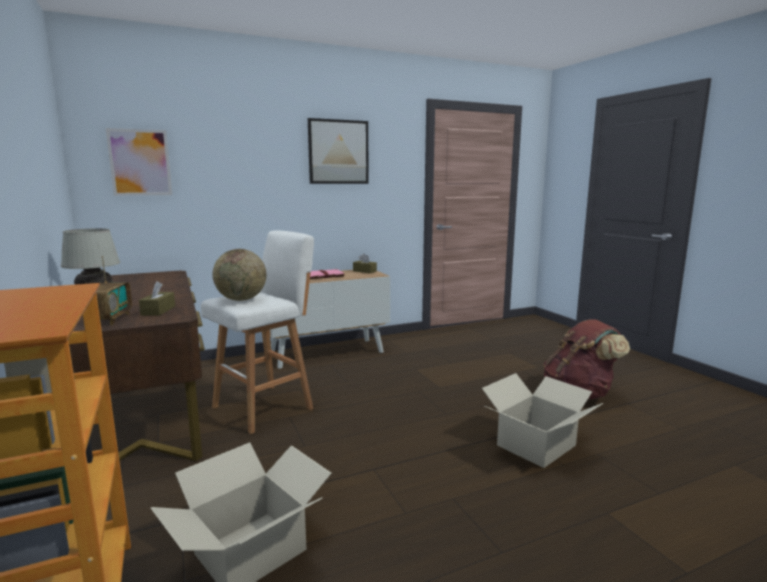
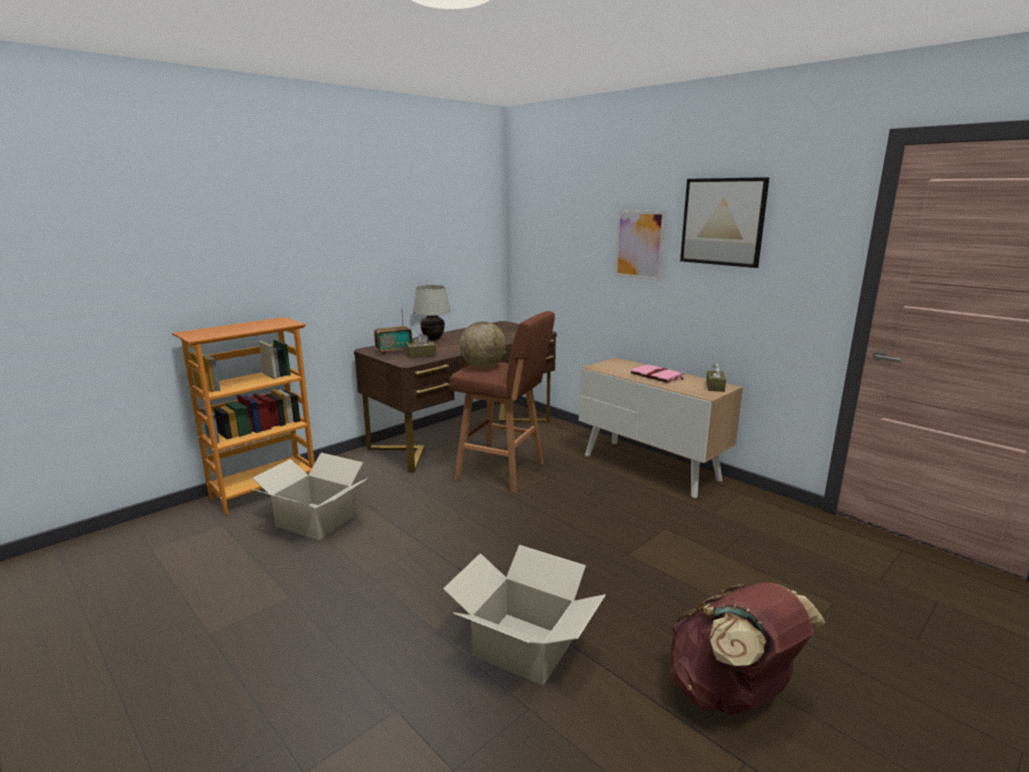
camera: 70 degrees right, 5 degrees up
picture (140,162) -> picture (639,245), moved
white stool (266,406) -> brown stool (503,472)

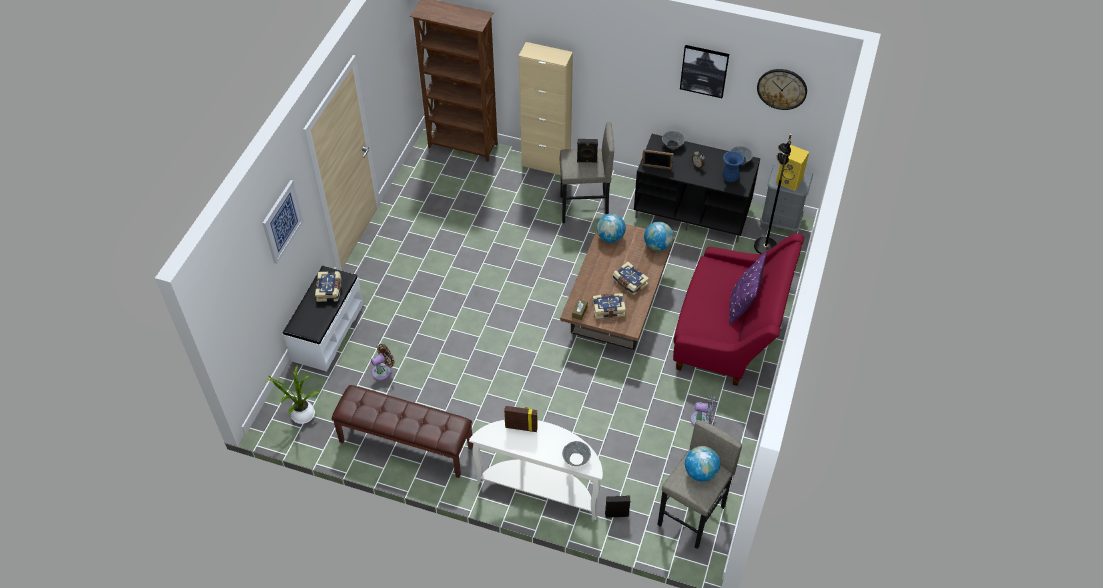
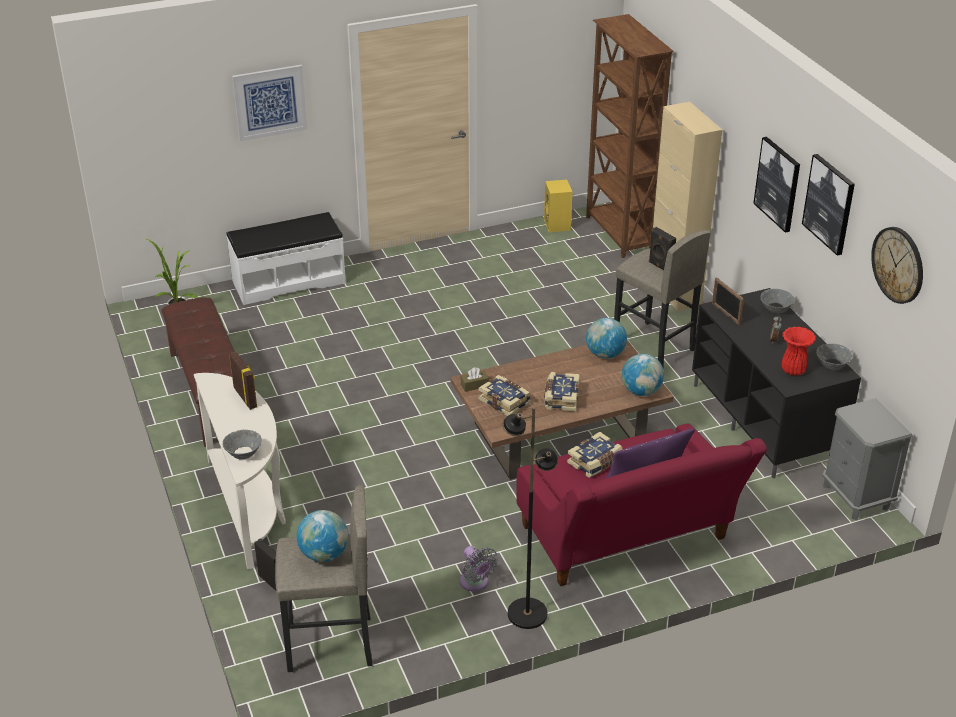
camera: 50 degrees right, 15 degrees down
brown fan (383,371) -> none
none -> picture (778,184)
book (330,290) -> book (595,462), moved
black floor lamp (765,246) -> black floor lamp (526,613), moved
yellow speaker (790,180) -> yellow speaker (558,225), moved
blue vase (730,178) -> red vase (792,370)

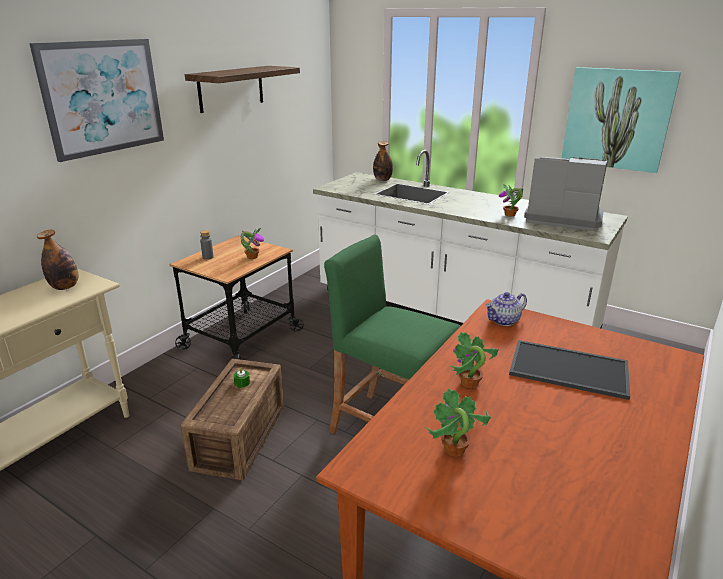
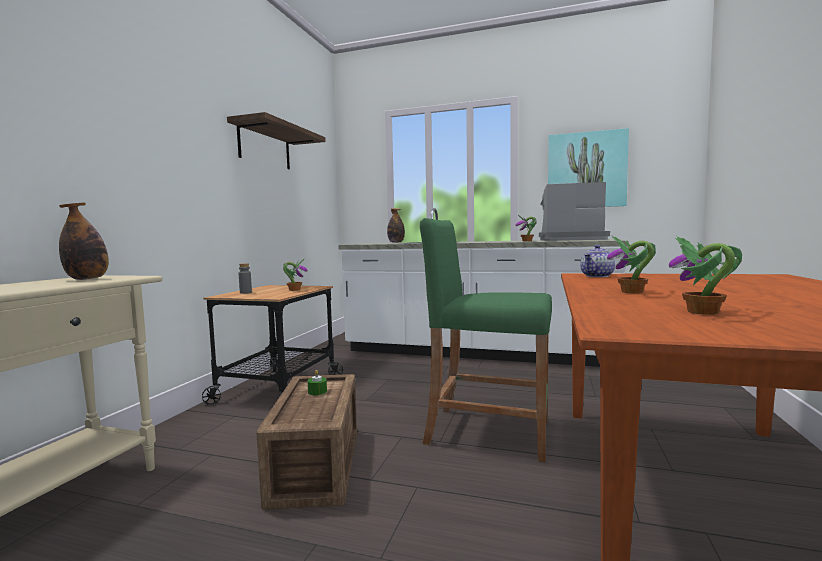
camera: 15 degrees left, 20 degrees down
picture (103,97) -> none
tray (567,370) -> none

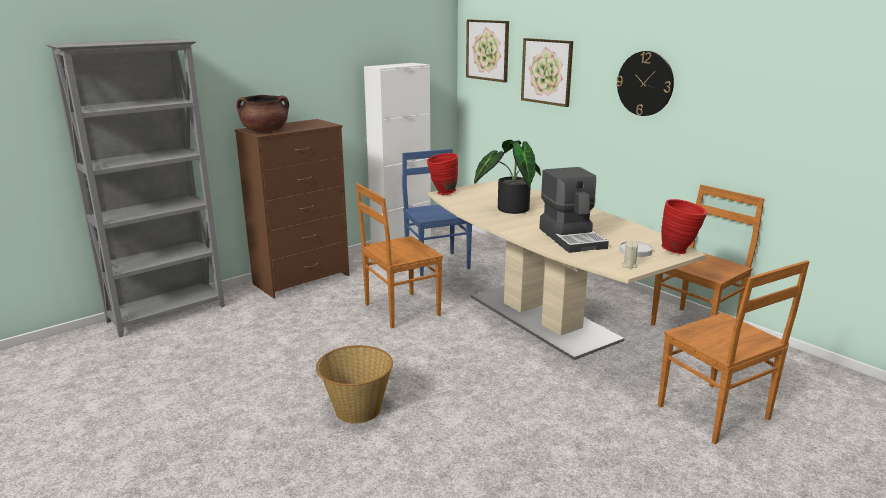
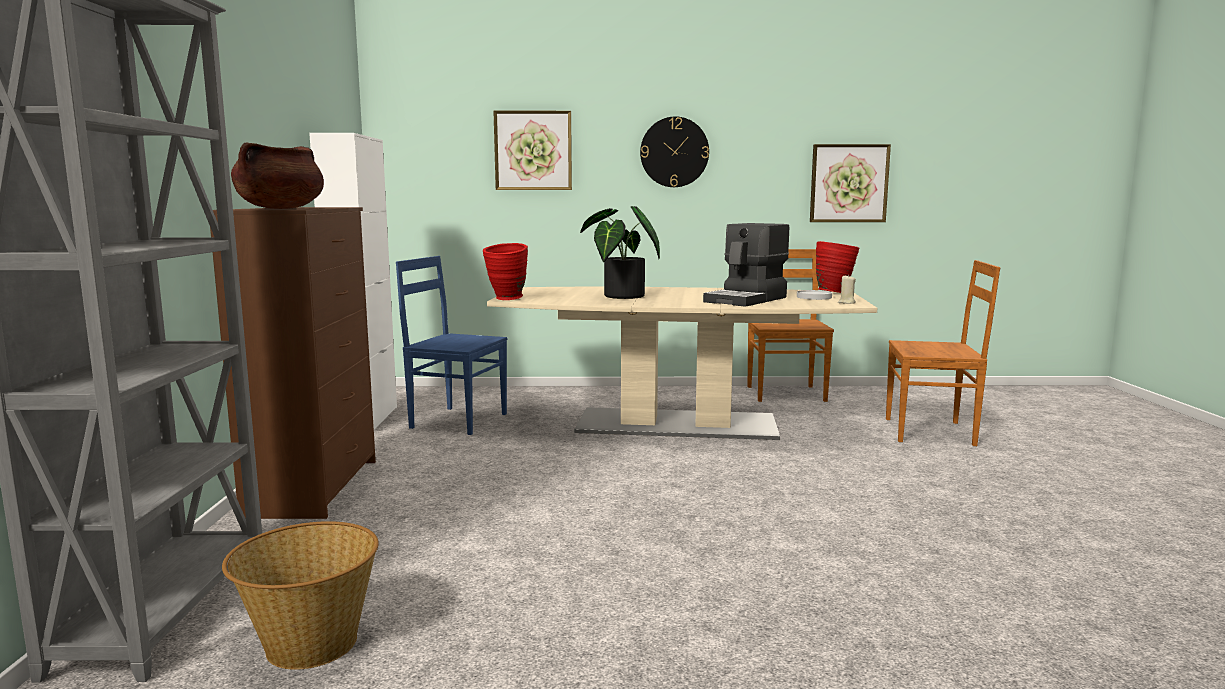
camera: 50 degrees left, 10 degrees down
brown chair (400,310) -> none
basket (357,410) -> basket (310,645), moved
picture (487,50) -> picture (849,183), moved
coffee machine (572,238) -> coffee machine (747,300), 105 degrees clockwise

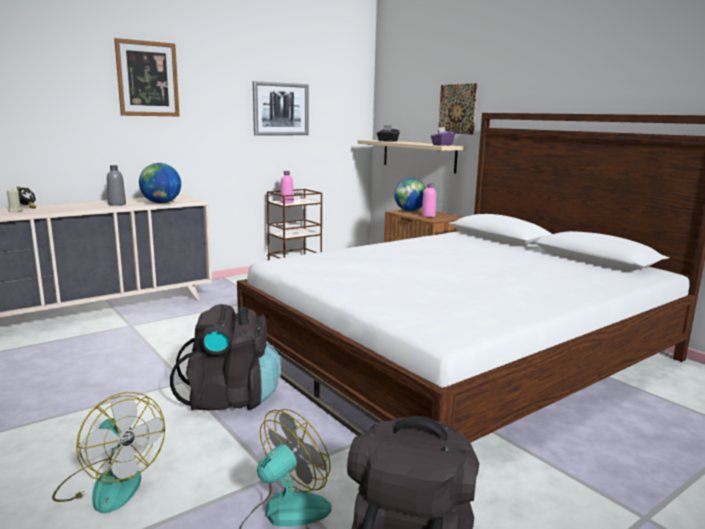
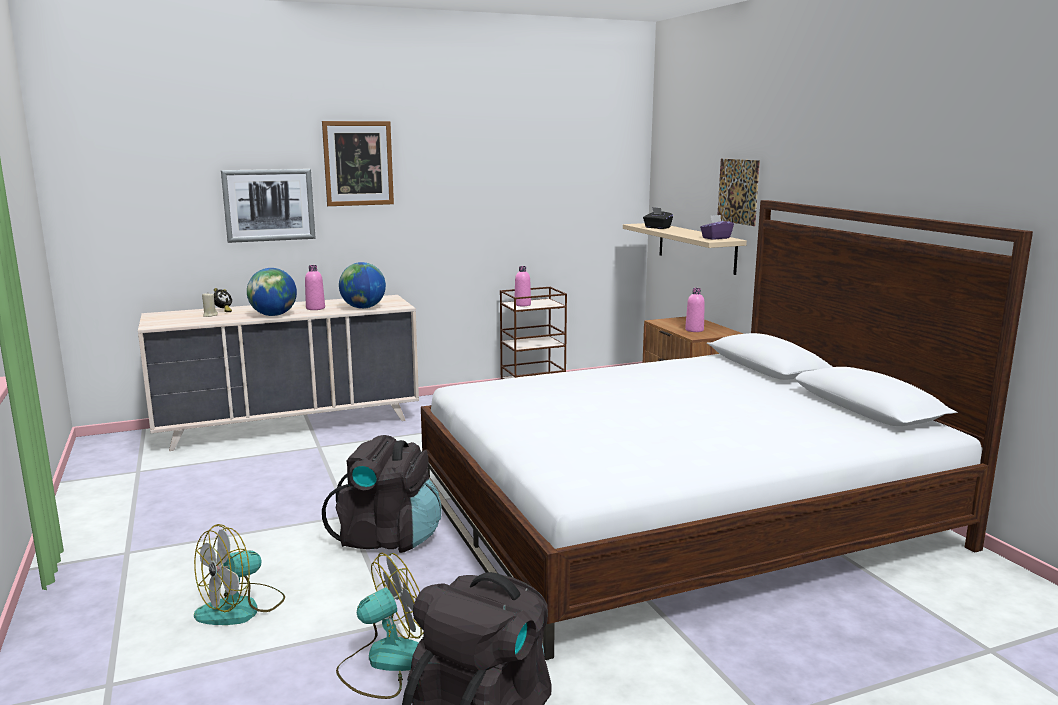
camera: 15 degrees right, 0 degrees up
picture (281,109) -> picture (269,205), moved
globe (410,211) -> globe (273,315), moved
grey bottle (117,204) -> pink bottle (315,308)
fan (110,483) -> fan (241,608), 75 degrees clockwise

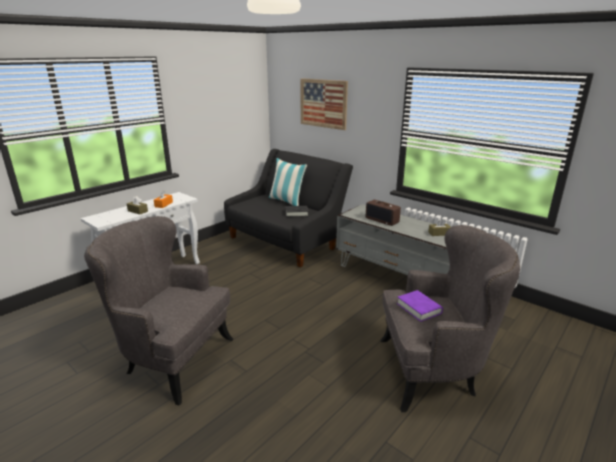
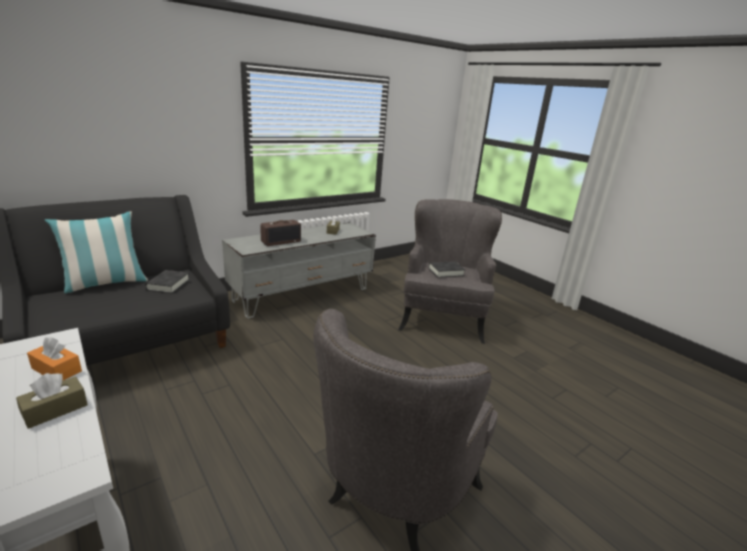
camera: 80 degrees left, 0 degrees up
picture (323,103) -> none
purple book (419,308) -> black book (446,272)

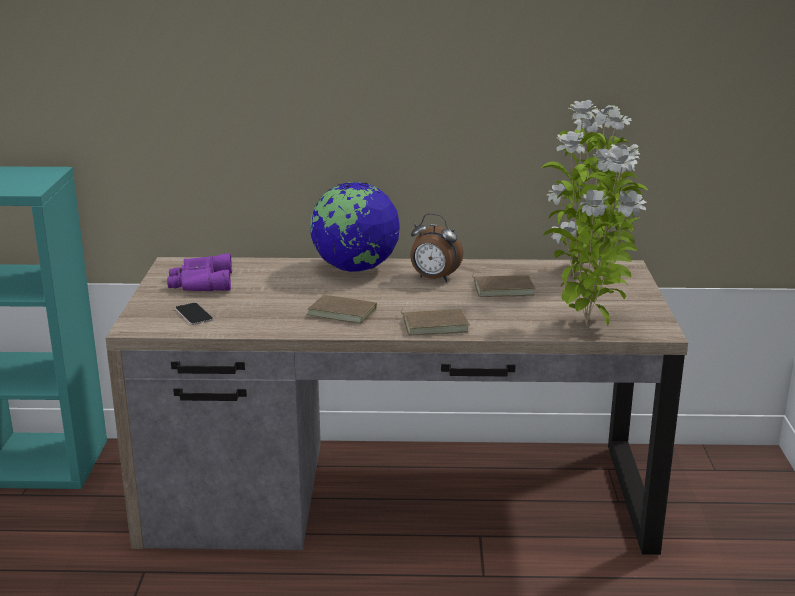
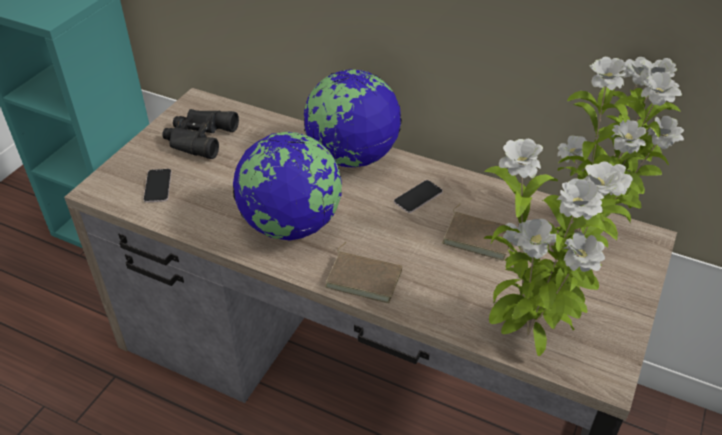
camera: 25 degrees right, 20 degrees up
brown book (343,312) -> globe (291,225)
alarm clock (434,279) -> phone (418,197)
purple binoculars (200,283) -> black binoculars (198,138)

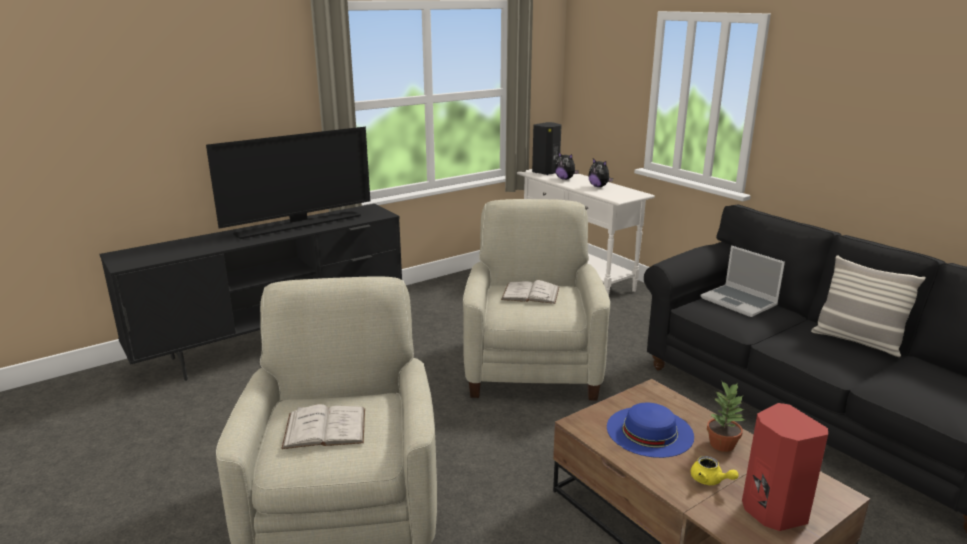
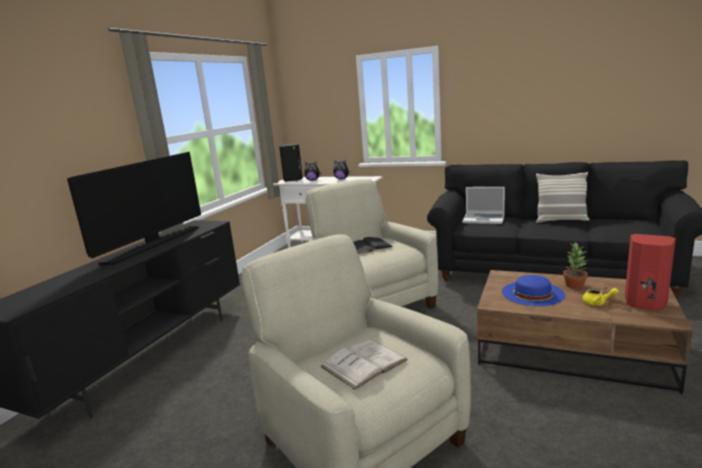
camera: 30 degrees left, 5 degrees down
white book (530,293) -> black book (368,246)

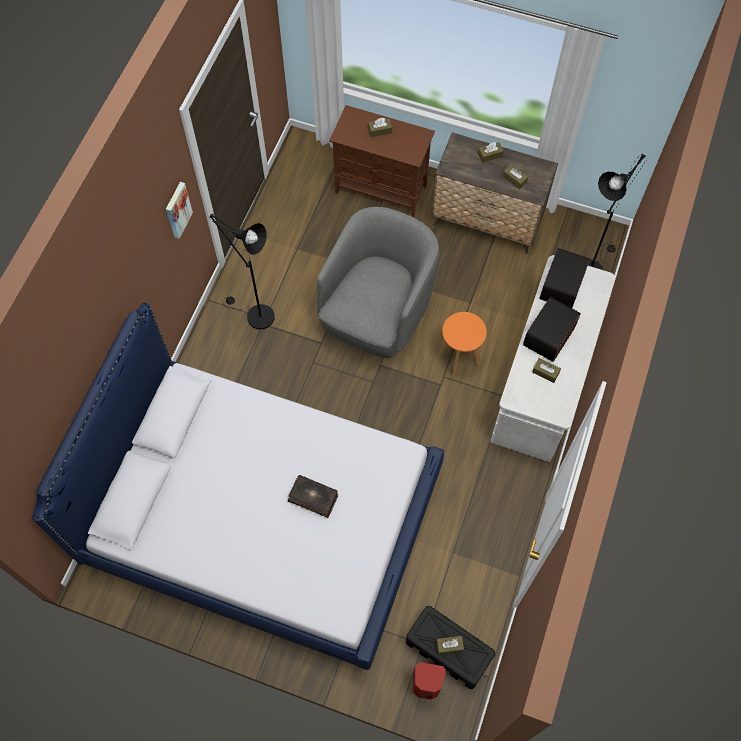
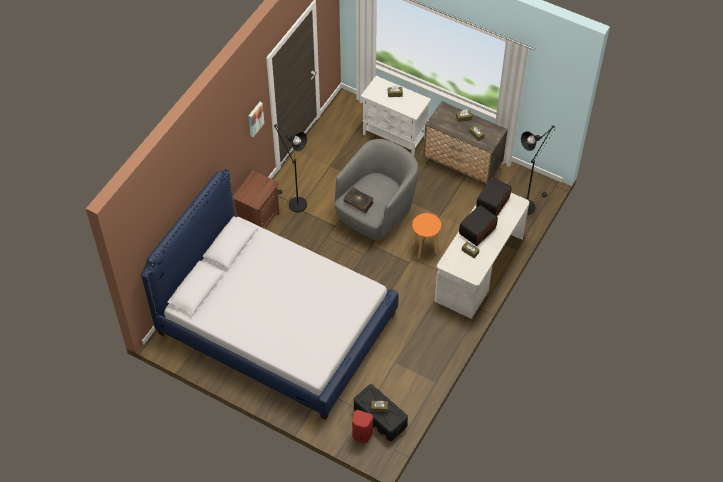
camera: 10 degrees right, 10 degrees down
none -> brown nightstand (258,220)
book (313,497) -> book (359,202), moved
brown cabinet (382,189) -> white cabinet (395,136)

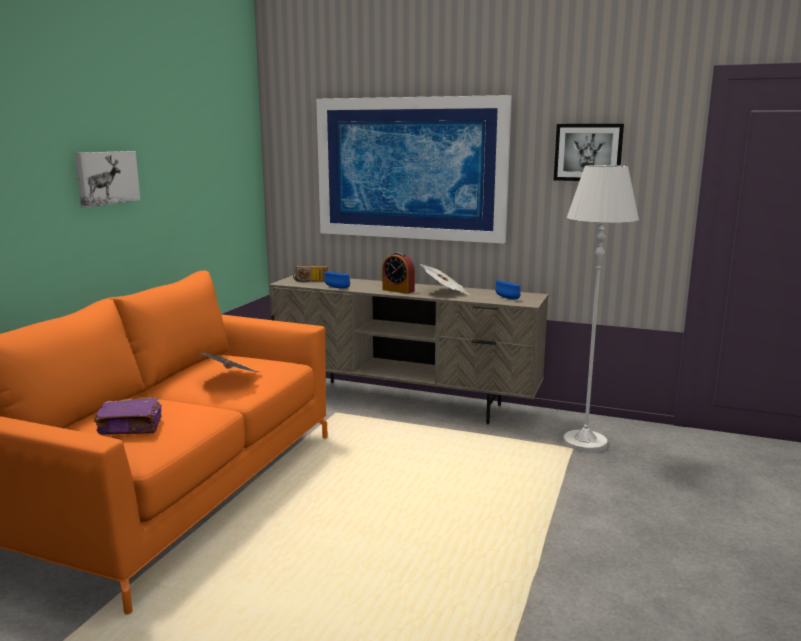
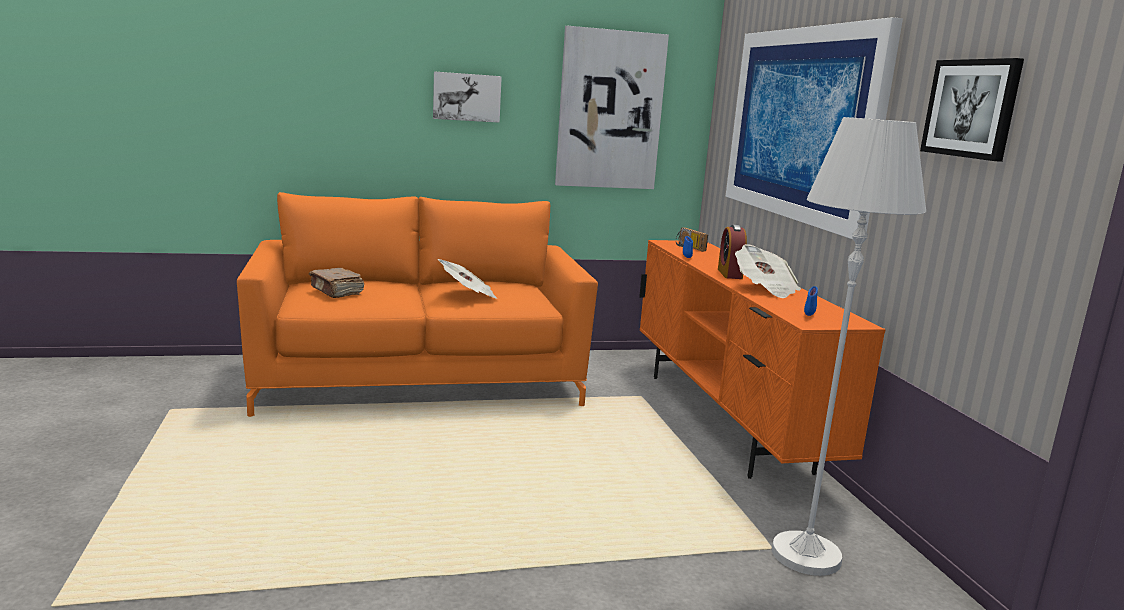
camera: 55 degrees right, 0 degrees up
none -> picture (610,110)
purple book (131,427) -> brown book (336,291)
beige tv stand (405,402) -> orange tv stand (725,421)

